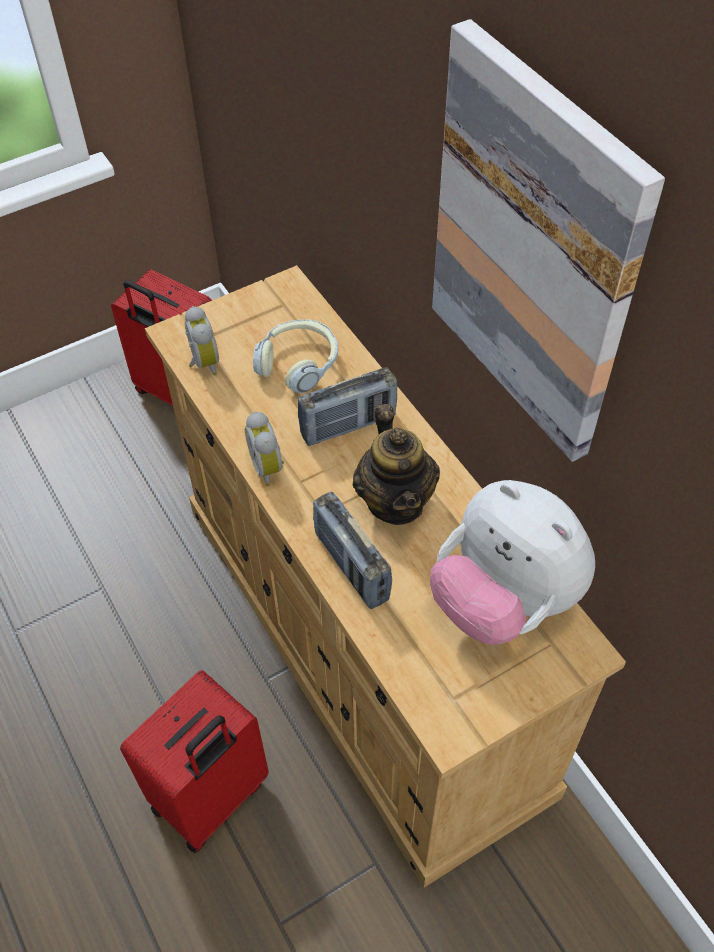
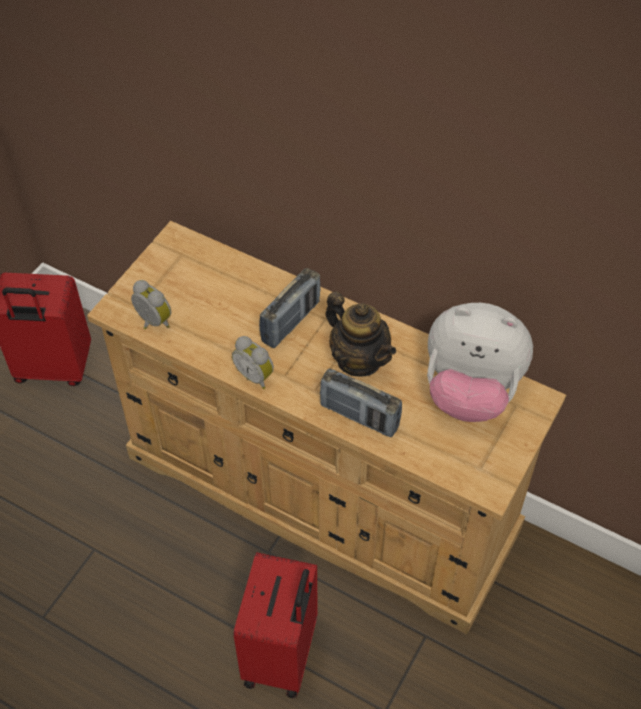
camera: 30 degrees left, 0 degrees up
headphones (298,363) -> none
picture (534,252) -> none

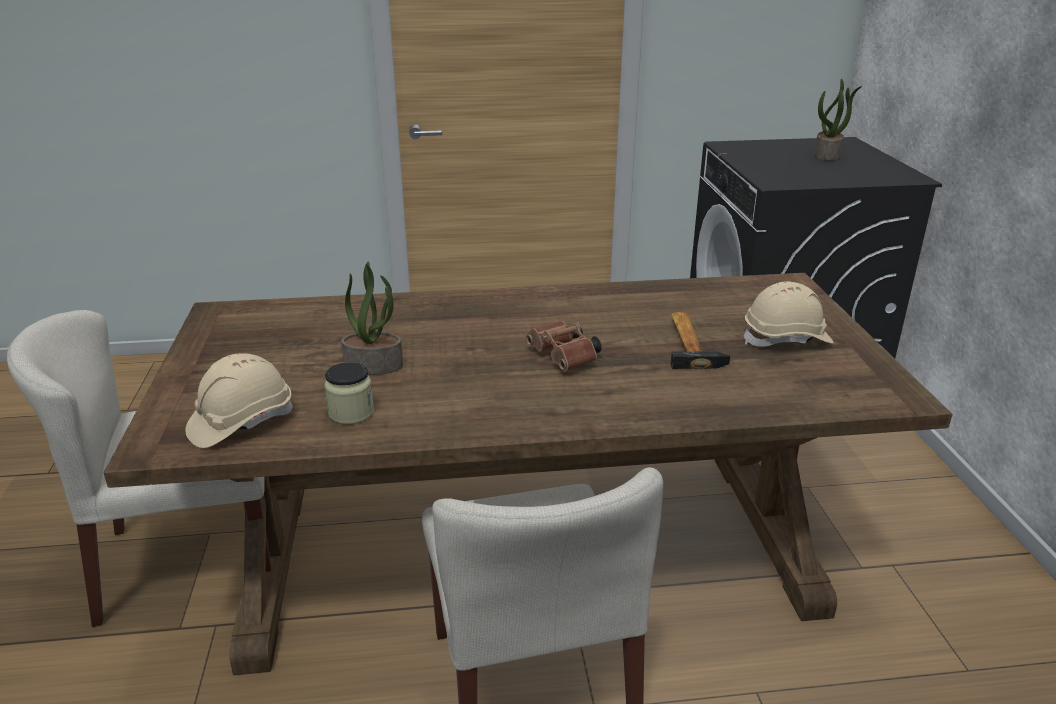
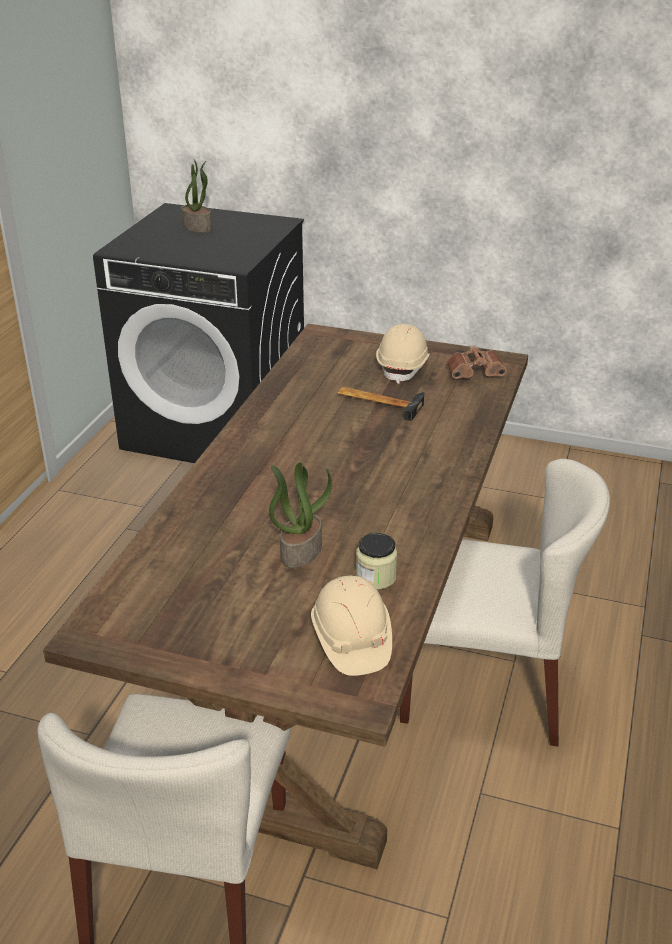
camera: 65 degrees left, 5 degrees up
brown binoculars (565,358) -> brown binoculars (476,374), moved

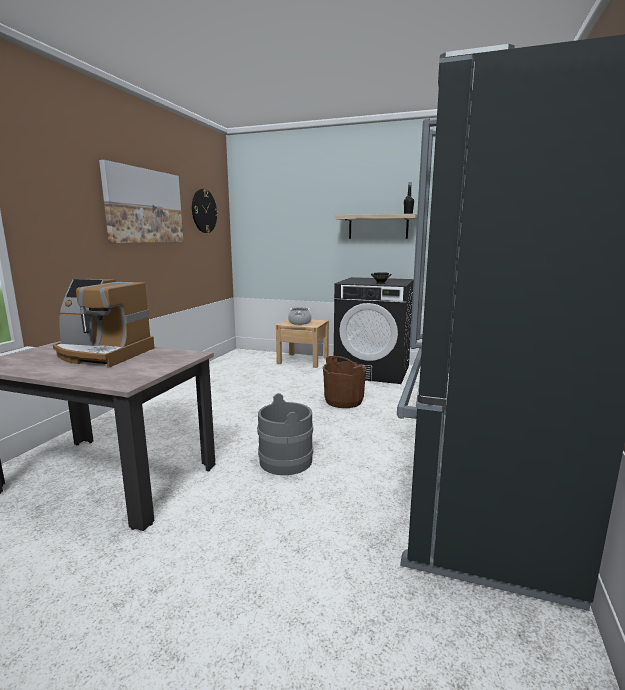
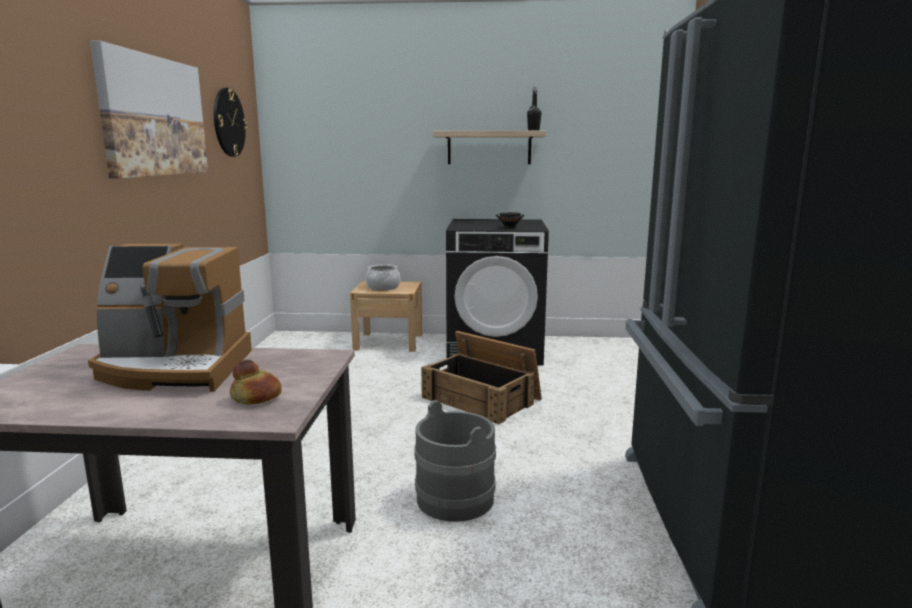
camera: 15 degrees left, 0 degrees up
none -> bread (256,398)
brown bucket (343,401) -> crate (482,398)

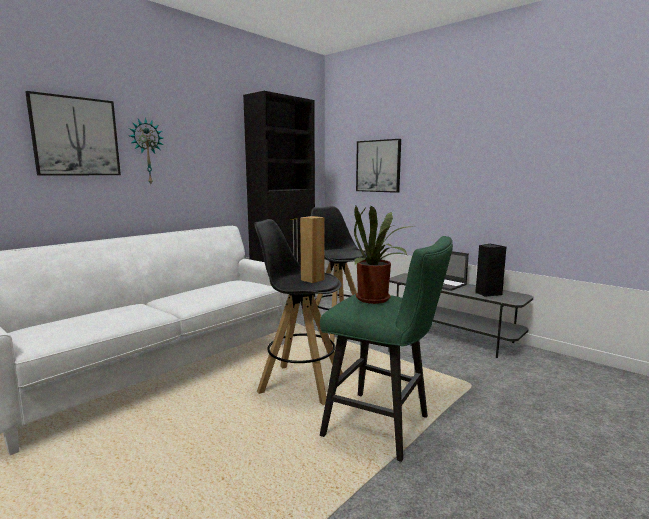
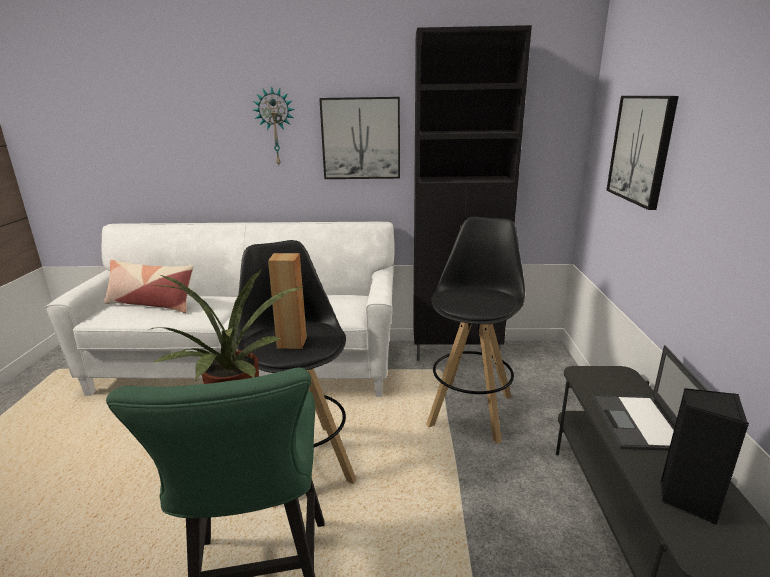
camera: 50 degrees right, 10 degrees up
none -> pillow (151,304)
picture (75,136) -> picture (361,138), moved

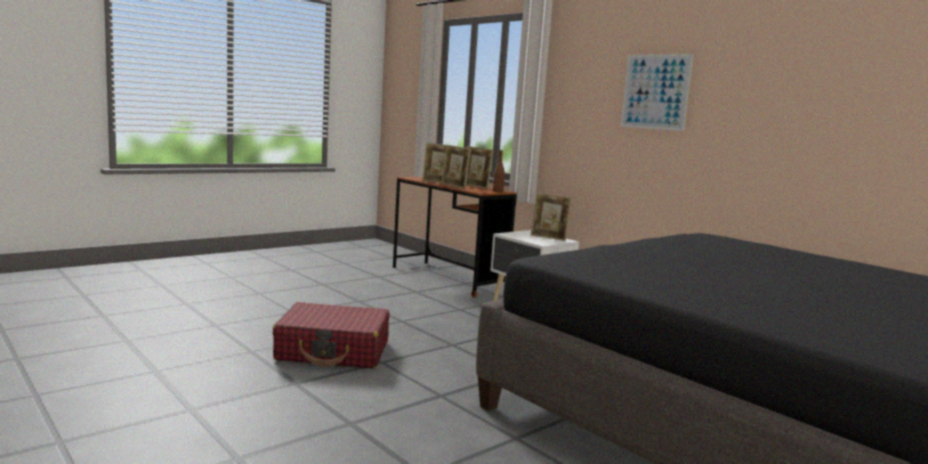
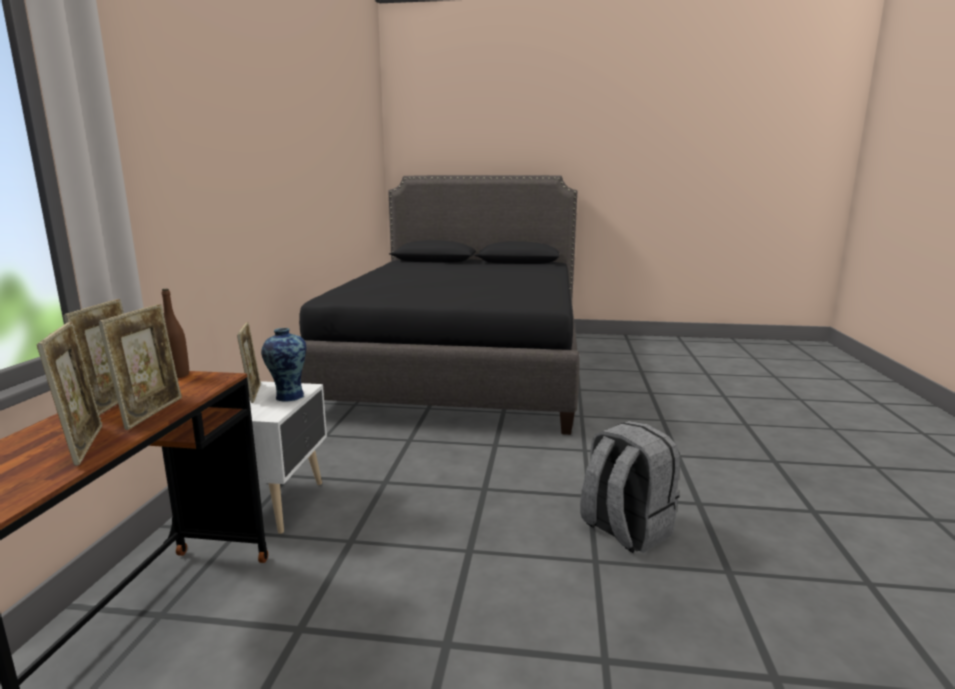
camera: 130 degrees left, 5 degrees up
picture (655,91) -> none
none -> vase (288,396)
red suitcase (333,351) -> grey backpack (624,530)

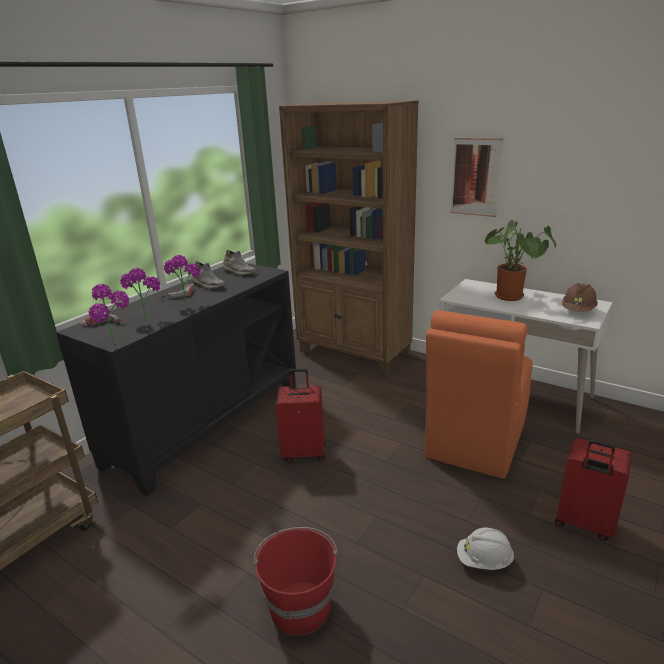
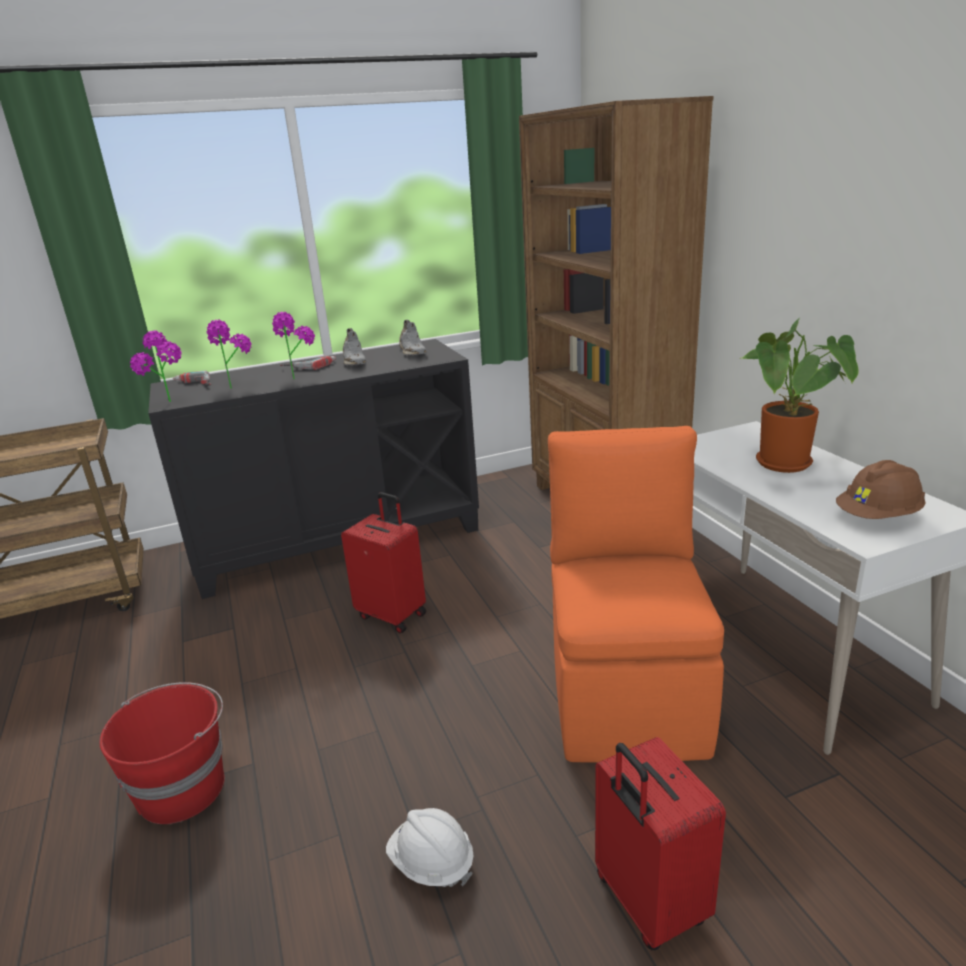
camera: 35 degrees right, 0 degrees up
picture (475,177) -> none
orange chair (474,441) -> orange chair (626,692), 120 degrees clockwise

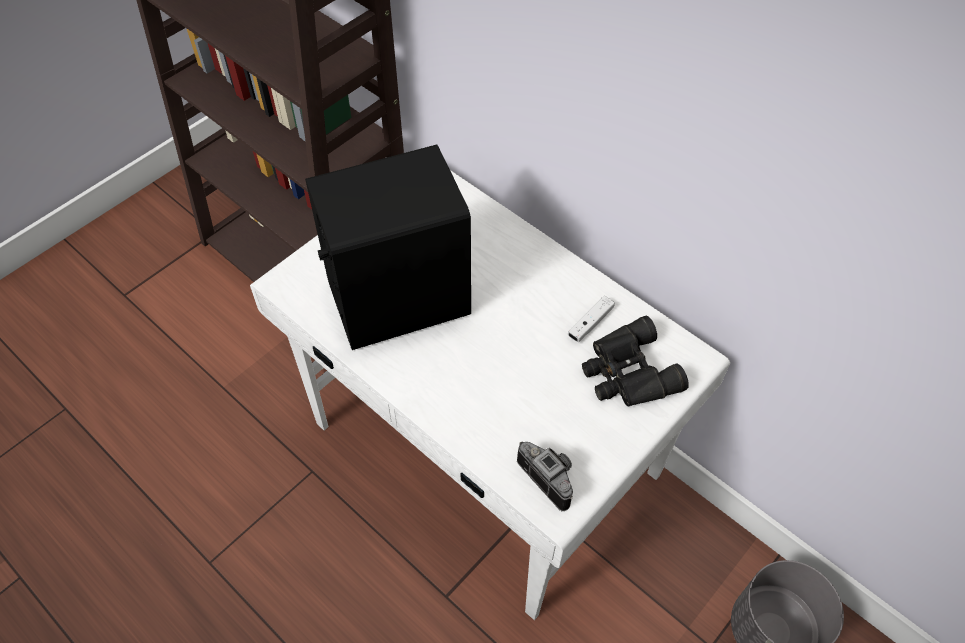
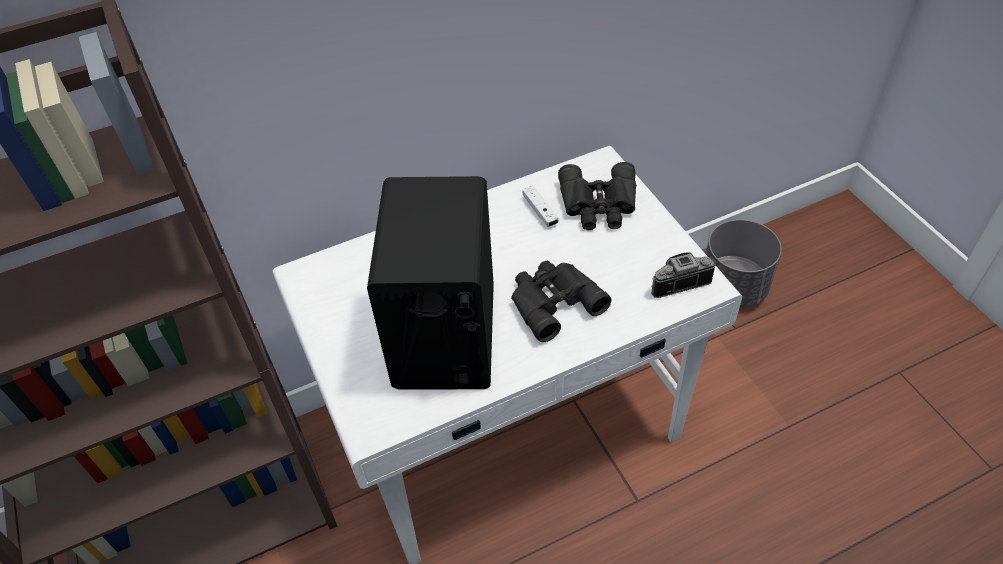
camera: 65 degrees left, 5 degrees down
none -> black binoculars (552,301)

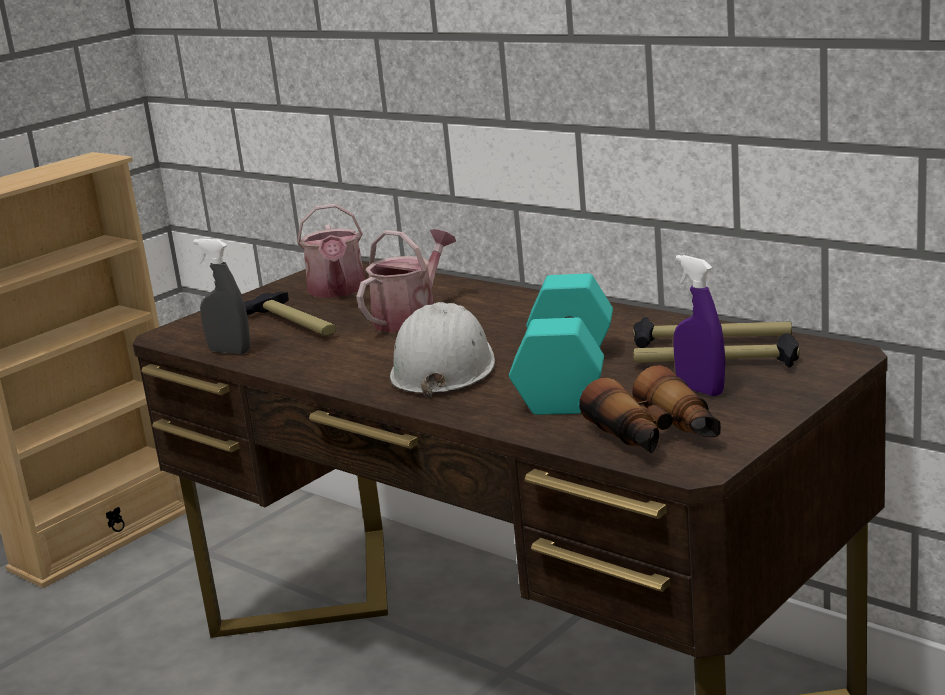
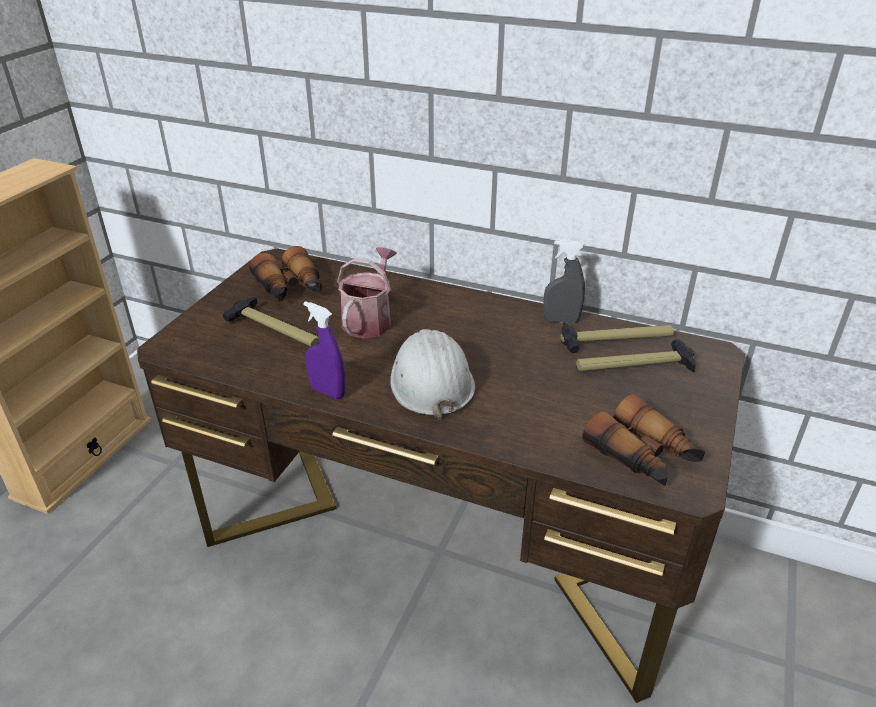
camera: 20 degrees left, 15 degrees up
turquoise dumbbell (564,377) -> none
grey spray bottle (230,351) -> grey spray bottle (561,320), moved
purple spray bottle (700,390) -> purple spray bottle (327,392), moved
watering can (337,291) -> binoculars (290,288)

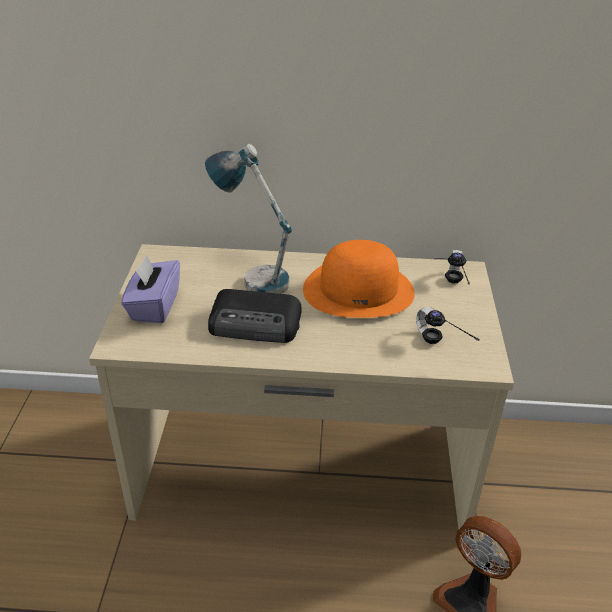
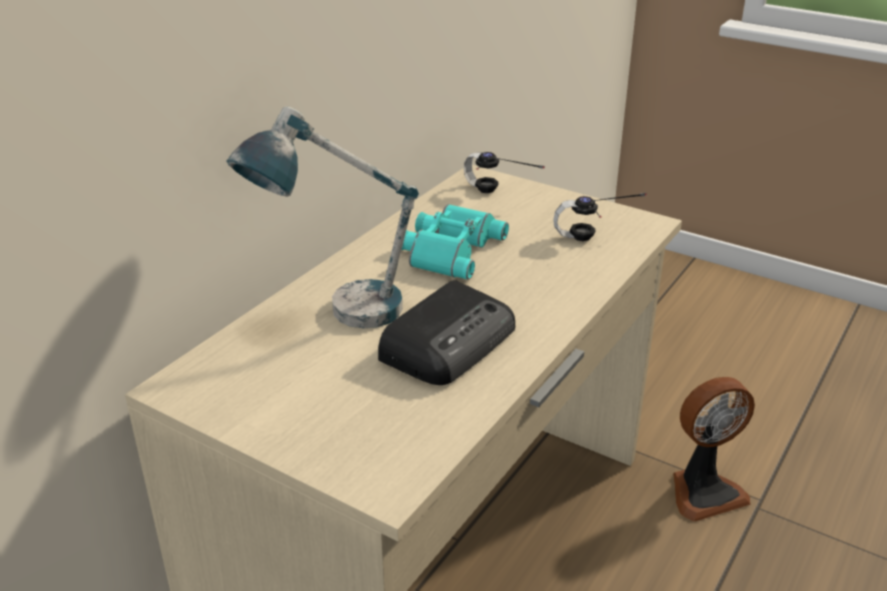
camera: 60 degrees left, 5 degrees down
purple tissue box (154,306) -> none
orange hat (359,290) -> turquoise binoculars (448,249)

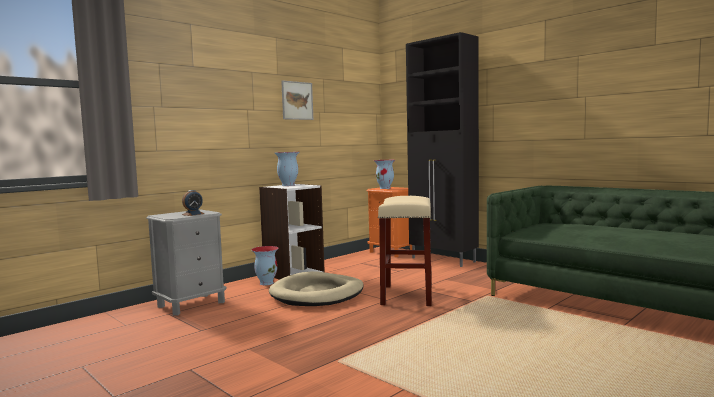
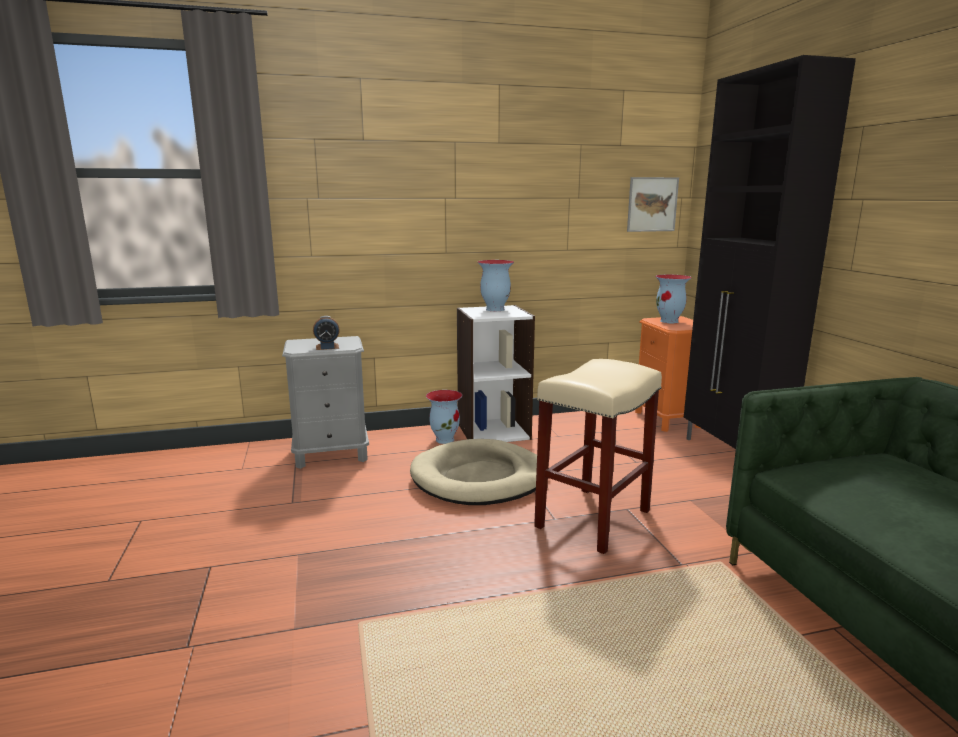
camera: 30 degrees right, 10 degrees up
picture (297,100) -> picture (652,204), moved

